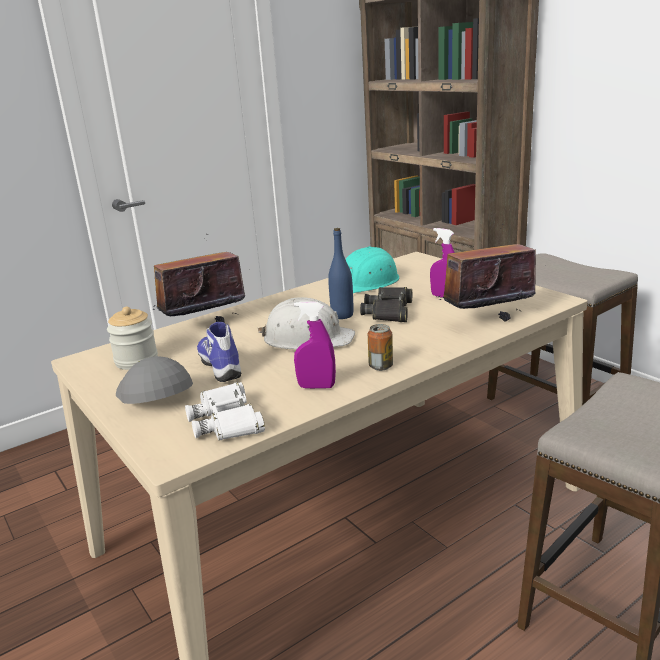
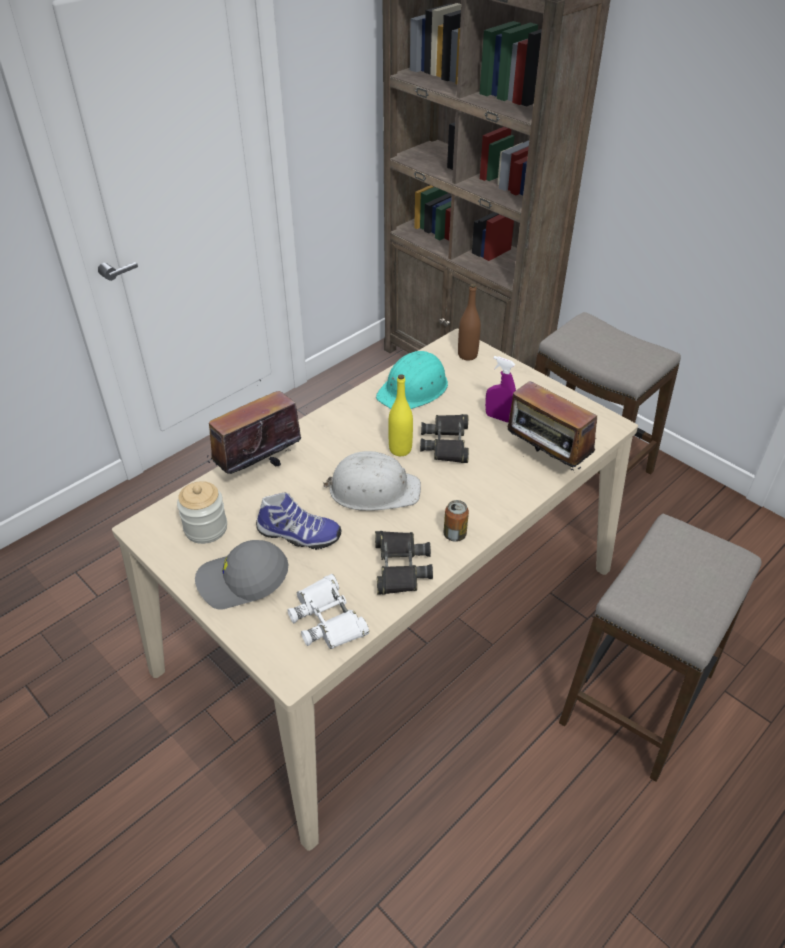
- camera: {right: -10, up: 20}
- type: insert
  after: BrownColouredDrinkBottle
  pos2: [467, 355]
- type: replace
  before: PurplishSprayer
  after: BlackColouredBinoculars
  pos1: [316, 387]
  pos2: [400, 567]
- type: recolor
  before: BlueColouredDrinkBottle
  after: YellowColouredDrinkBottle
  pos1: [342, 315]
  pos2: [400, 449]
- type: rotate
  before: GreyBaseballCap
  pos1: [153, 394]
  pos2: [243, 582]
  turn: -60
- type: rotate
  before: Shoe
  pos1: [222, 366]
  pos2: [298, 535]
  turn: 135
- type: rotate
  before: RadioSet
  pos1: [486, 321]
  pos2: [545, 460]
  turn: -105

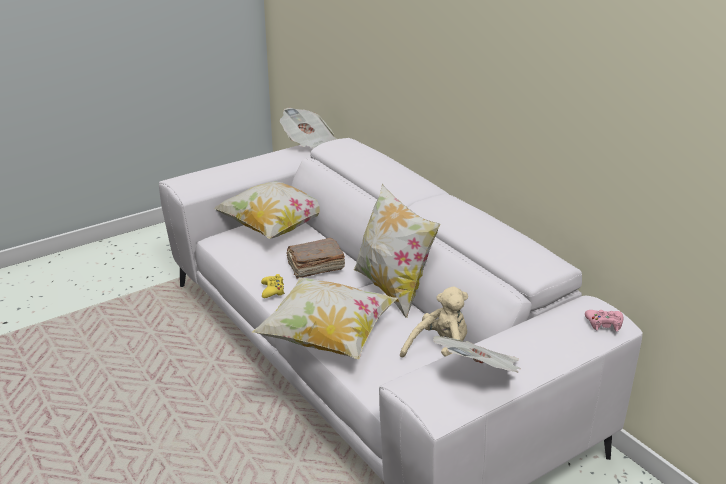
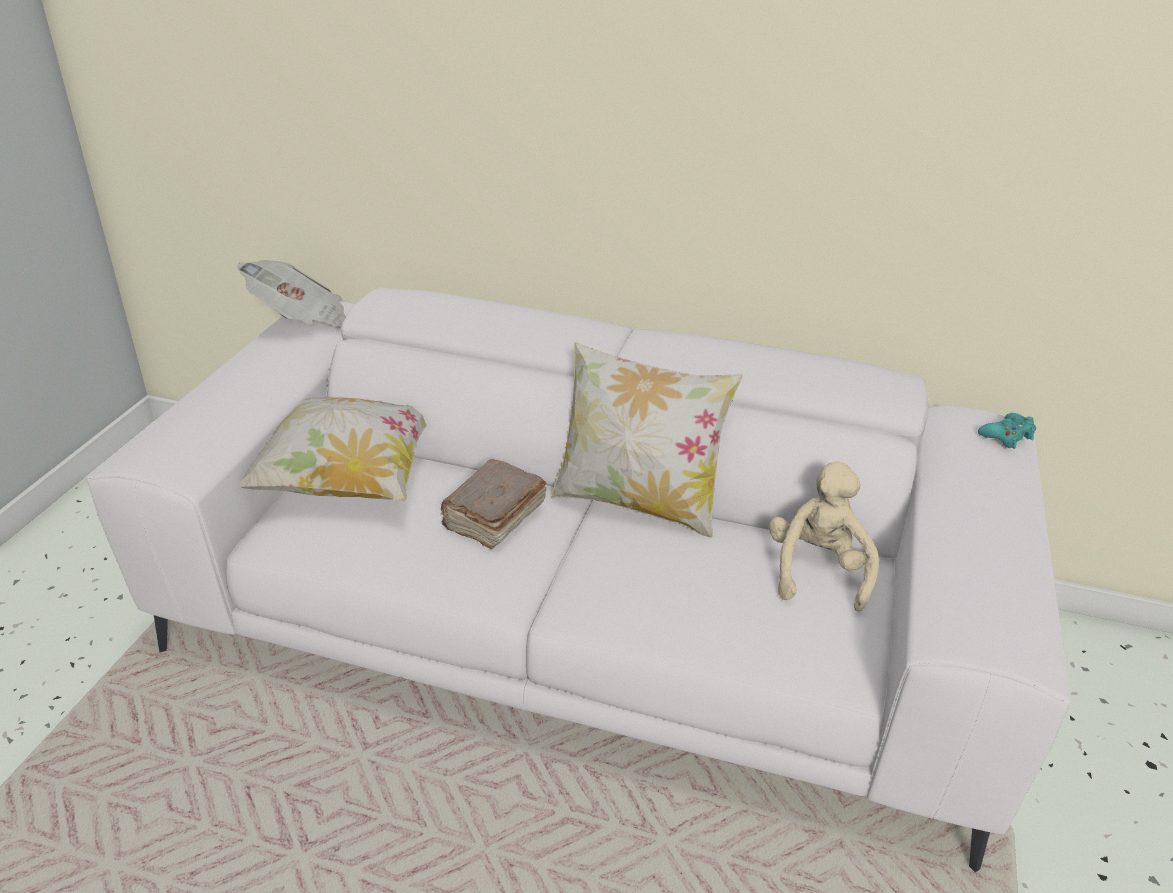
- camera: {right: -40, up: 5}
- type: delete
  before: Cushion
  pos1: [327, 338]
- type: delete
  before: YellowColouredGamepad
  pos1: [273, 290]
- type: delete
  before: PrintedPaper
  pos1: [479, 373]
- type: recolor
  before: PinkGamepad
  after: BlueGreenGamepad
  pos1: [604, 324]
  pos2: [1007, 436]

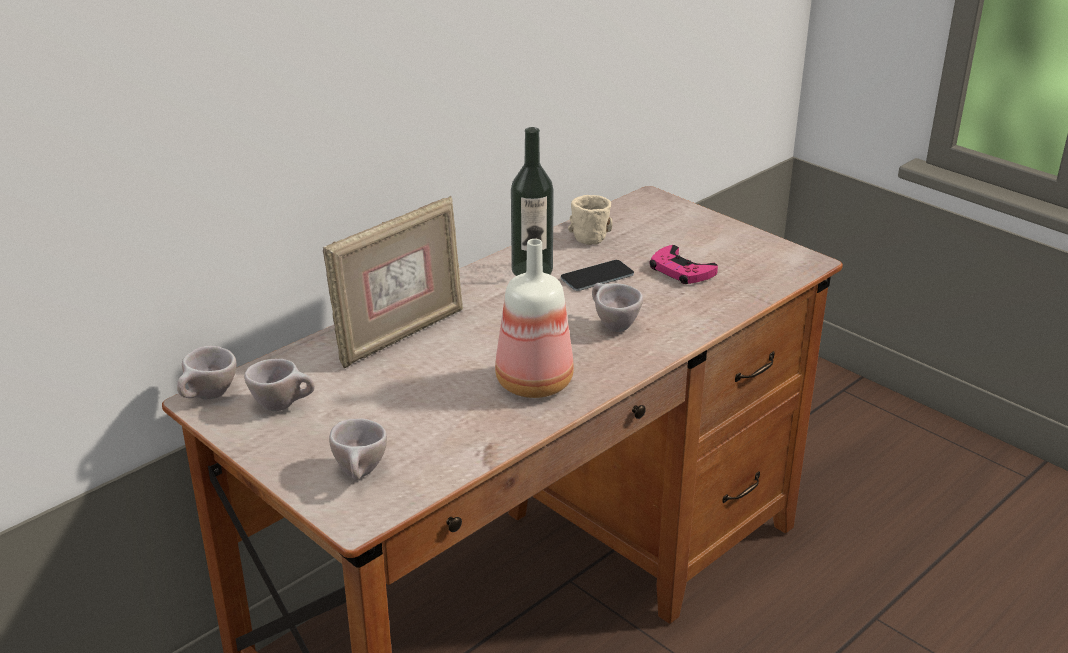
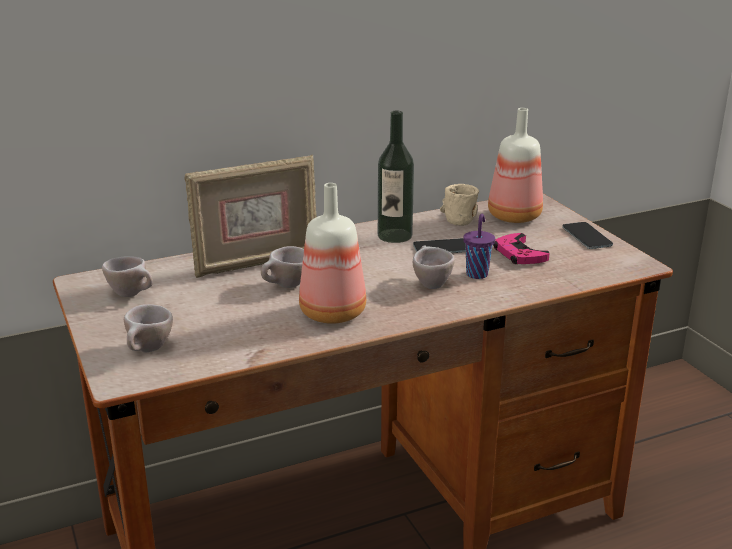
- camera: {right: 20, up: -5}
- type: insert
  after: PurplishDrinkingCup
  pos2: [477, 274]
- type: insert
  after: DrinkBottle
  pos2: [512, 216]
- type: insert
  after: Handset
  pos2: [587, 236]
- type: move
  before: BeigeColouredDrinkingCup
  pos1: [208, 398]
  pos2: [286, 287]

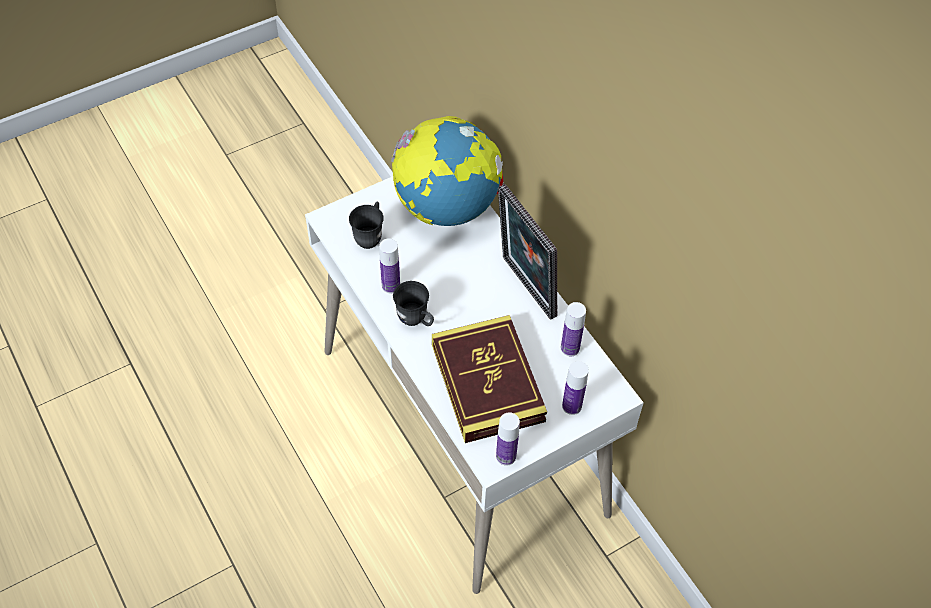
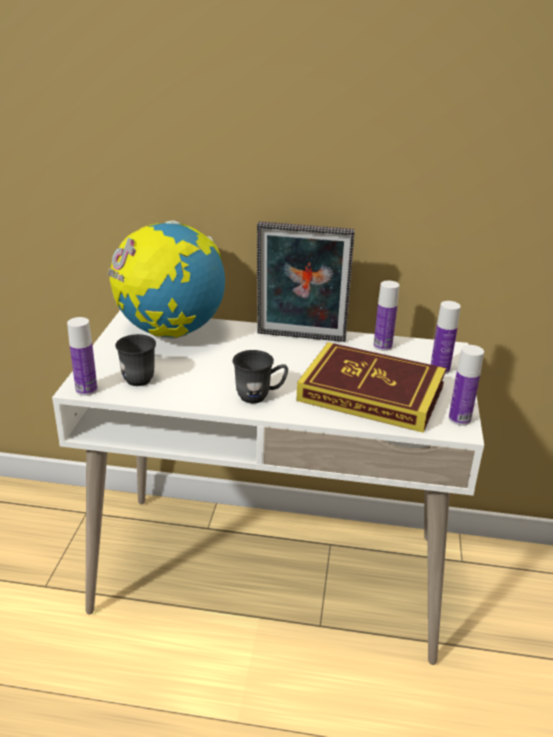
- camera: {right: -50, up: -25}
- type: move
  before: DrinkBottle
  pos1: [391, 286]
  pos2: [86, 390]

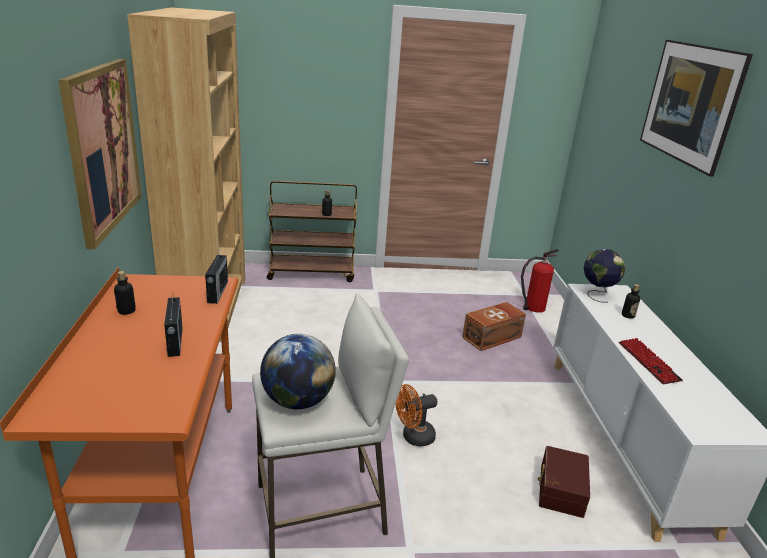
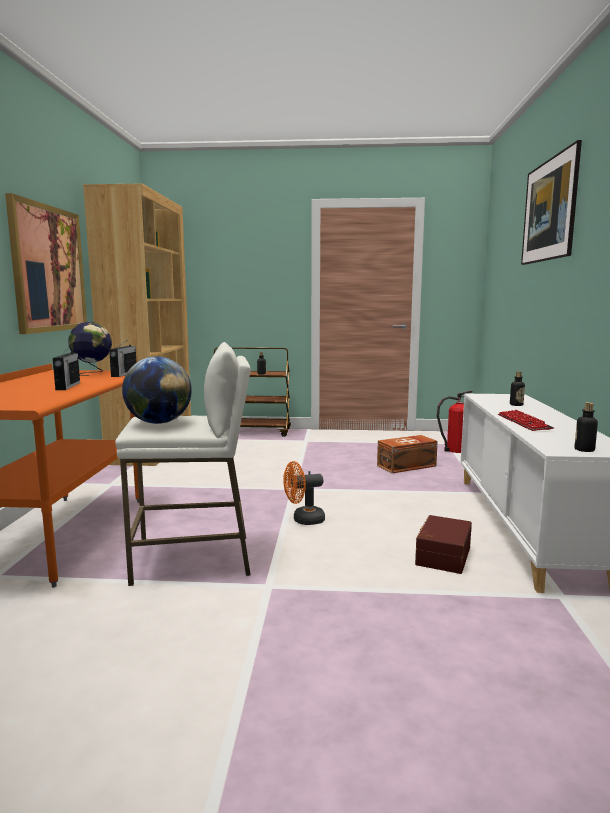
- camera: {right: 10, up: -15}
- type: move
  before: DrinkBottle
  pos1: [126, 311]
  pos2: [584, 450]
- type: move
  before: Globe
  pos1: [597, 294]
  pos2: [92, 373]

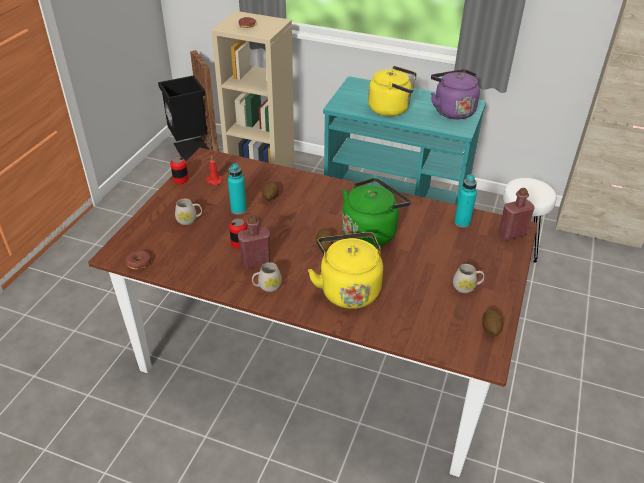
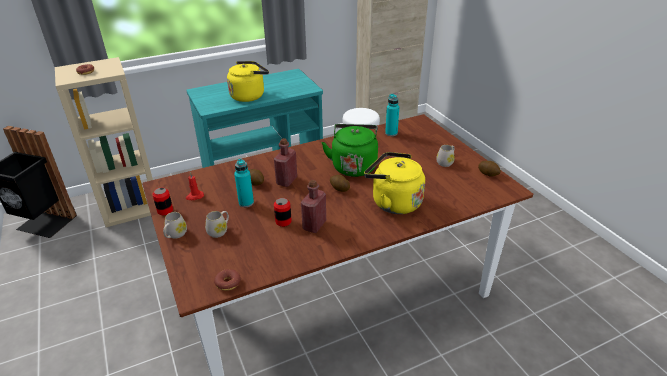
- camera: {right: -45, up: -5}
- type: delete
  before: PurplishWaterKettle
  pos1: [452, 110]
- type: move
  before: WhiteColouredTeaMug
  pos1: [267, 286]
  pos2: [175, 235]
- type: move
  before: RedDrinkBottle
  pos1: [512, 234]
  pos2: [286, 181]

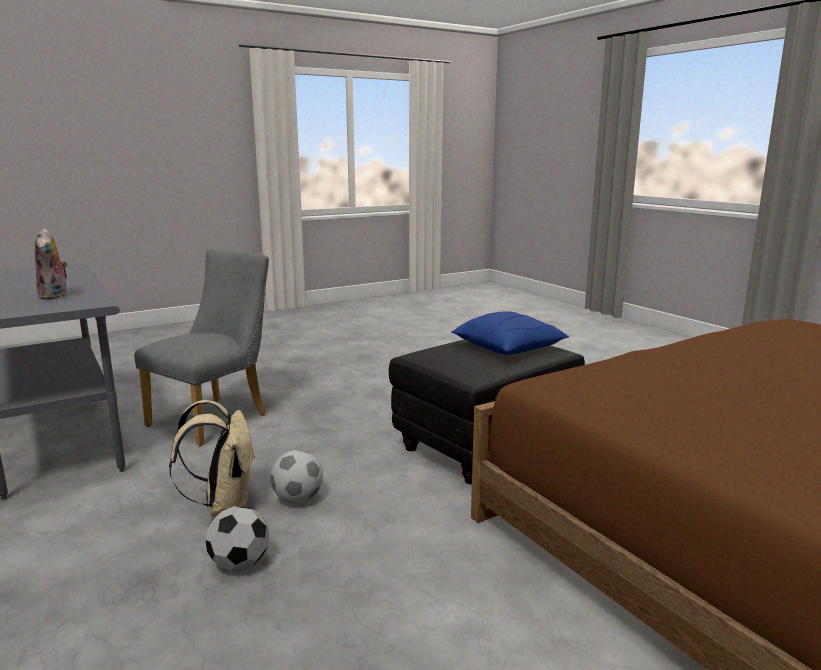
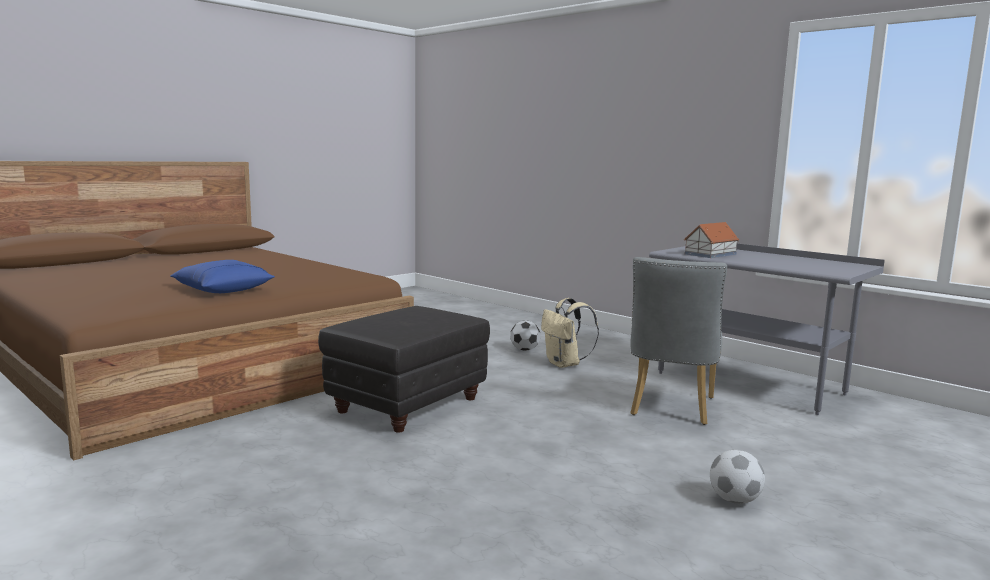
- camera: {right: 165, up: -5}
- type: move
  before: Football
  pos1: [298, 499]
  pos2: [734, 500]
- type: move
  before: BlueColouredCushion
  pos1: [509, 349]
  pos2: [223, 290]
- type: replace
  before: CuddlyToy
  after: ToyHouse
  pos1: [55, 296]
  pos2: [711, 254]

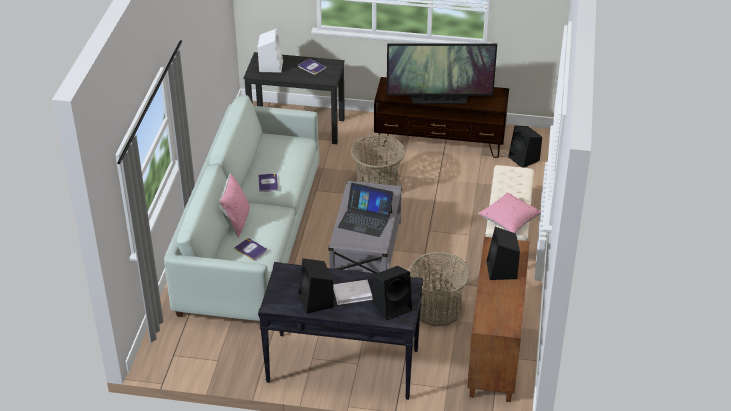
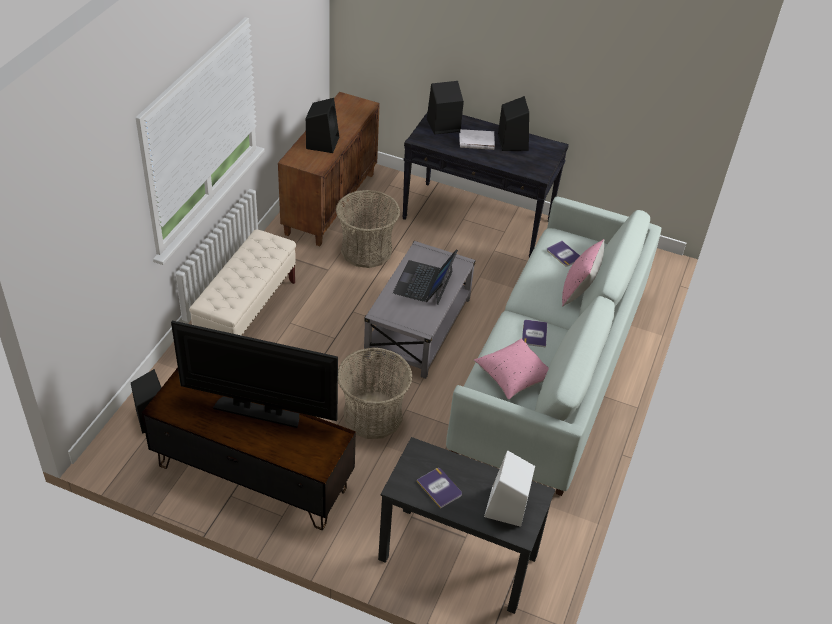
- camera: {right: -170, up: 5}
- type: move
  before: PinkCushion
  pos1: [509, 220]
  pos2: [513, 377]
- type: rotate
  before: PortableComputer
  pos1: [365, 219]
  pos2: [424, 283]
  turn: -105

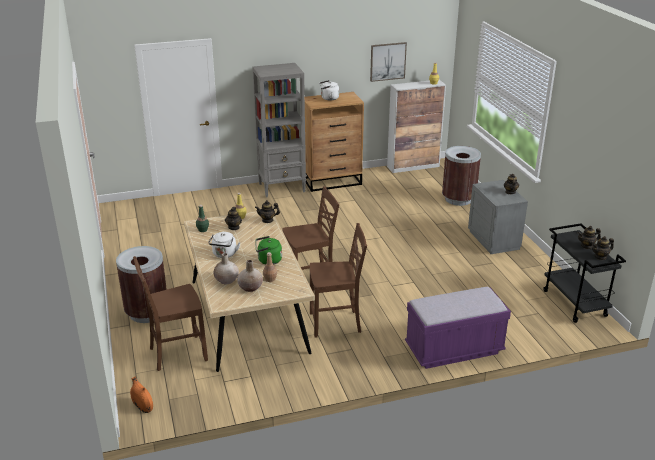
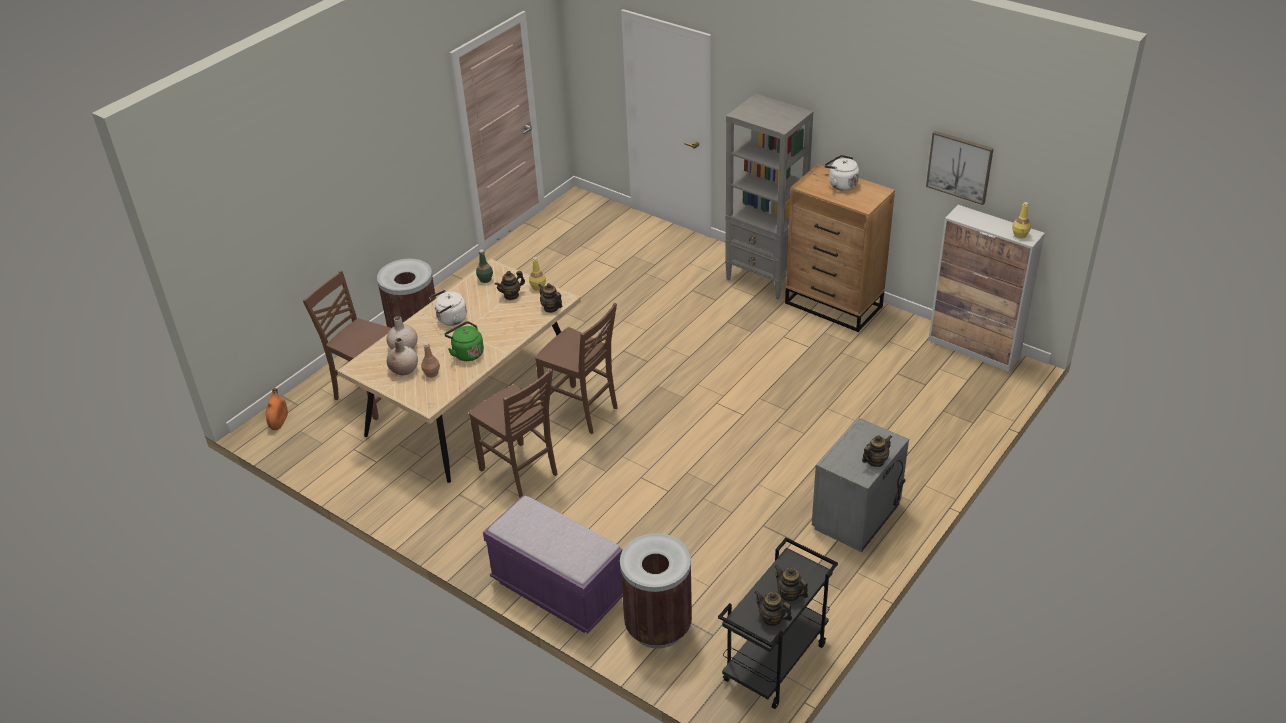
- camera: {right: 55, up: 10}
- type: move
  before: BrownColouredRubbishBin
  pos1: [458, 199]
  pos2: [658, 627]

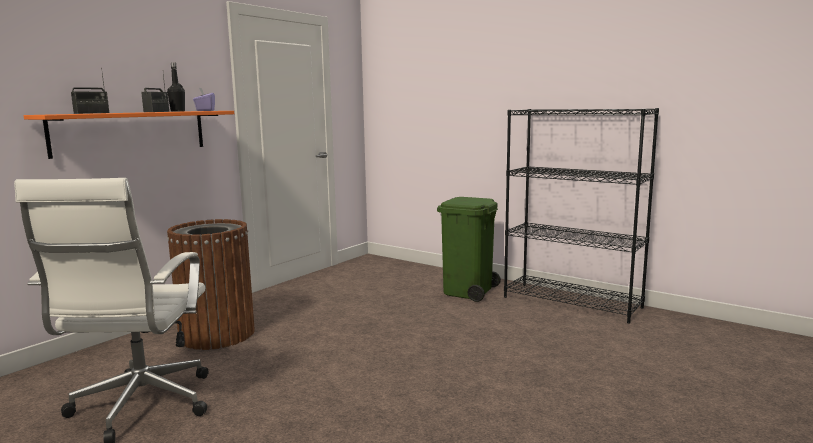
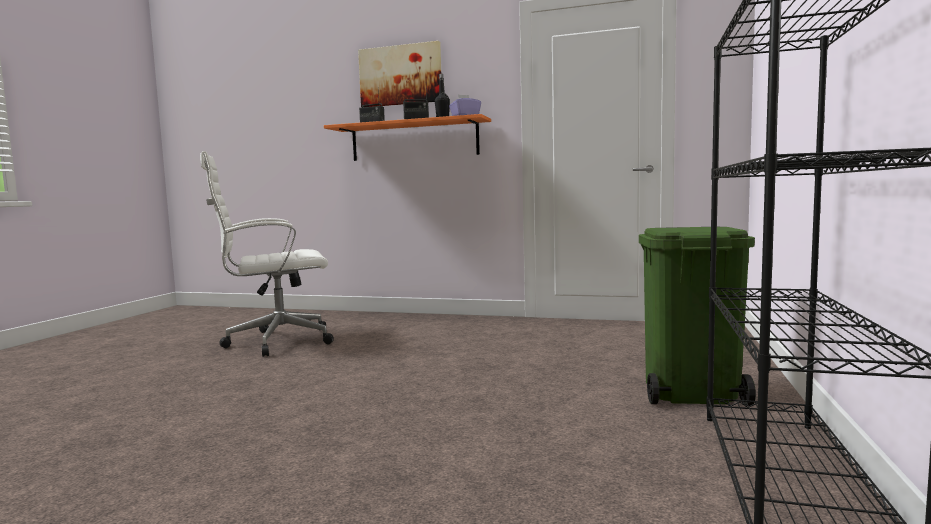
- camera: {right: 70, up: -5}
- type: delete
  before: BrownColouredRubbishBin
  pos1: [217, 334]
- type: insert
  after: Picture
  pos2: [400, 75]

